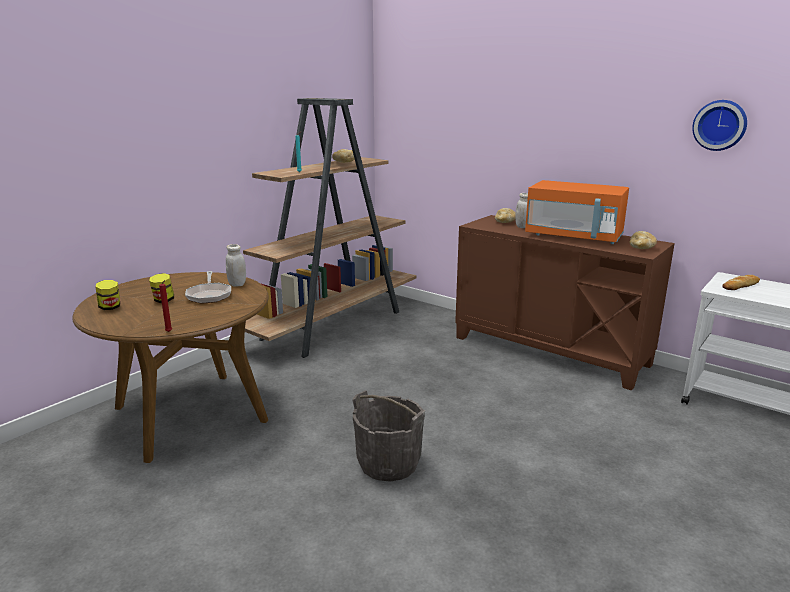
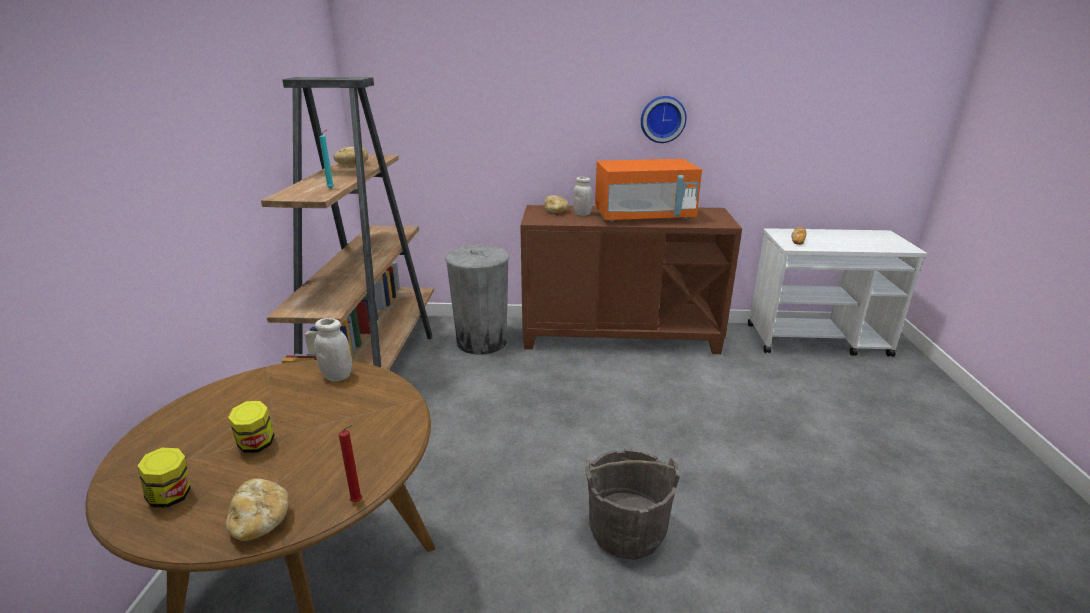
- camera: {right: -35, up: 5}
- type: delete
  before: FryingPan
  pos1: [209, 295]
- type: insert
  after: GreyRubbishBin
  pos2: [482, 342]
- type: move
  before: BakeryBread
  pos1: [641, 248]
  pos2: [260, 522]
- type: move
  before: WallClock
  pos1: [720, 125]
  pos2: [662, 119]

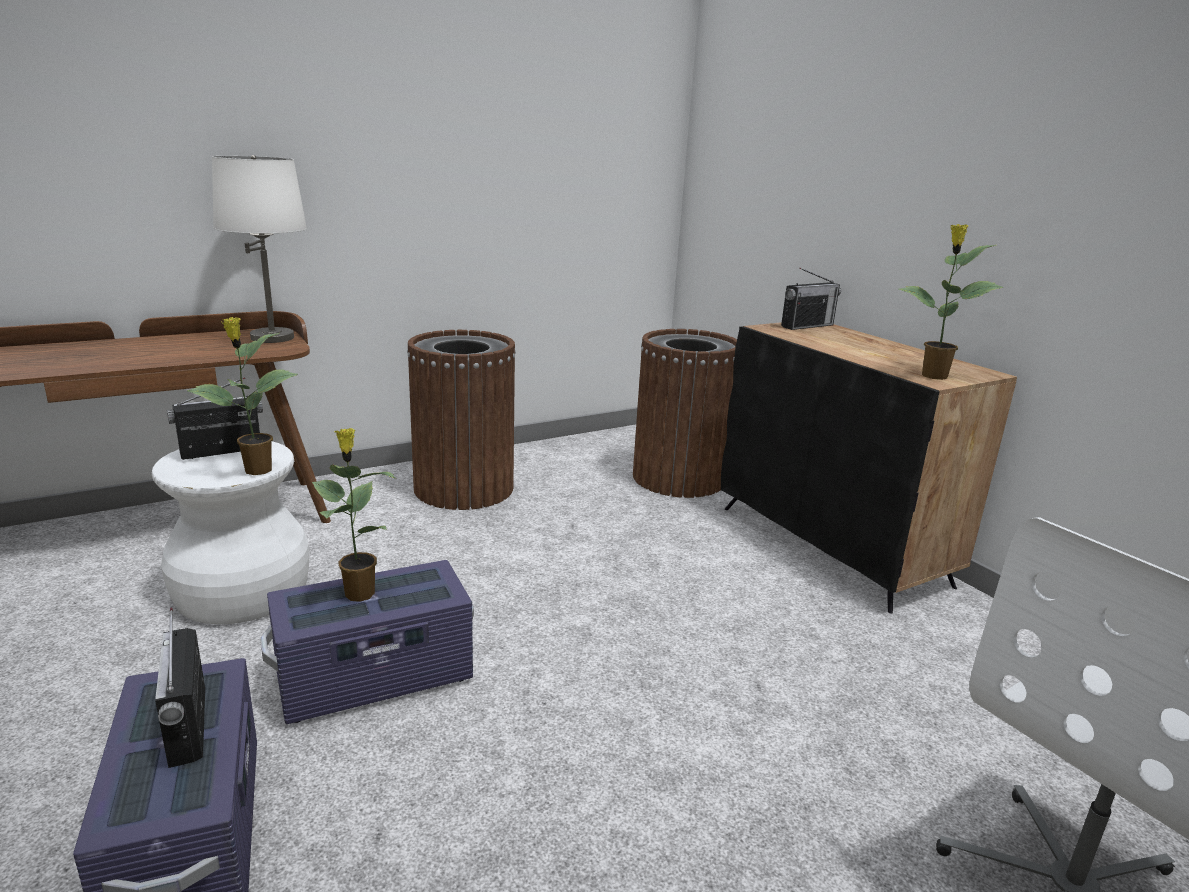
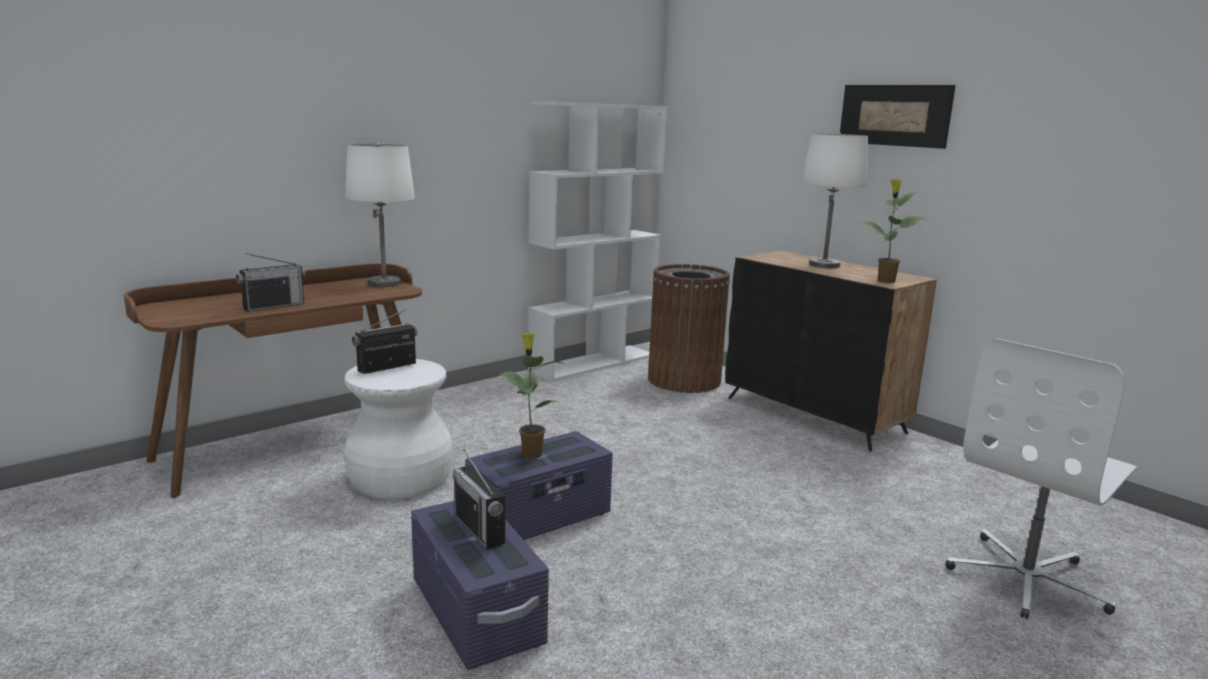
- camera: {right: -10, up: -5}
- type: delete
  before: PottedPlant
  pos1: [256, 470]
- type: delete
  before: BrownColouredRubbishBin
  pos1: [464, 488]
- type: insert
  after: WhiteColouredBookcase
  pos2: [593, 363]
- type: insert
  after: WhiteColouredTabletopLamp
  pos2: [823, 265]
- type: insert
  after: Picture
  pos2: [894, 115]
- type: move
  before: RadioSet
  pos1: [807, 326]
  pos2: [273, 306]

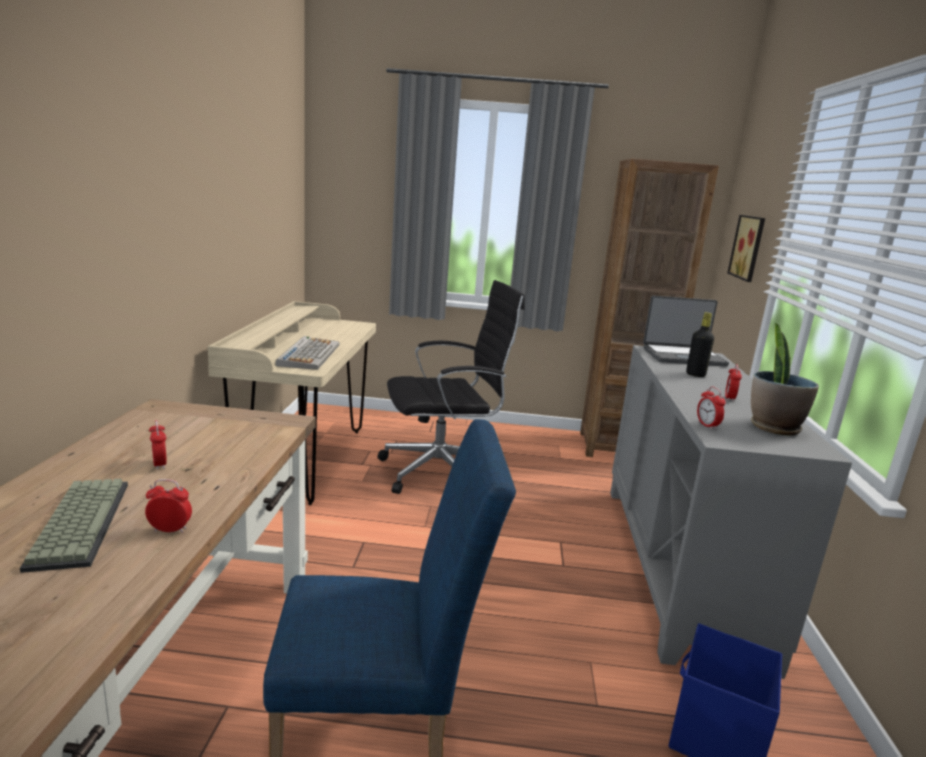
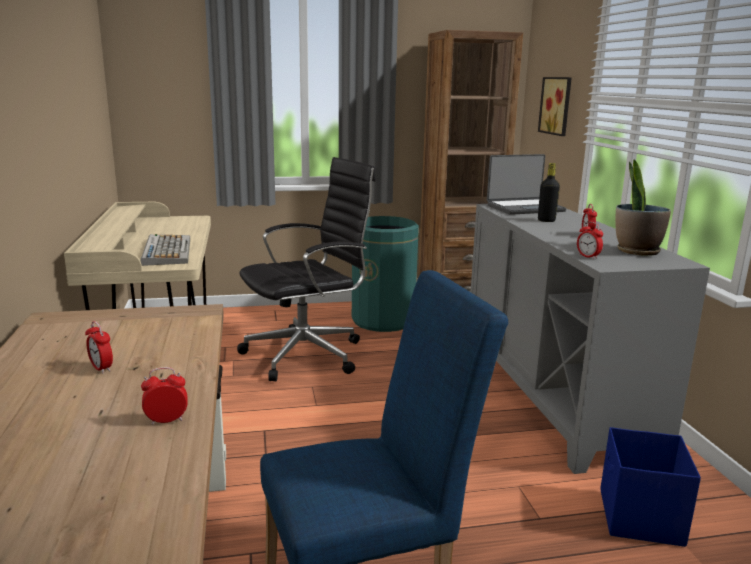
- camera: {right: -15, up: 0}
- type: delete
  before: PcKeyboard
  pos1: [78, 522]
- type: insert
  after: GreenishRubbishBin
  pos2: [383, 320]

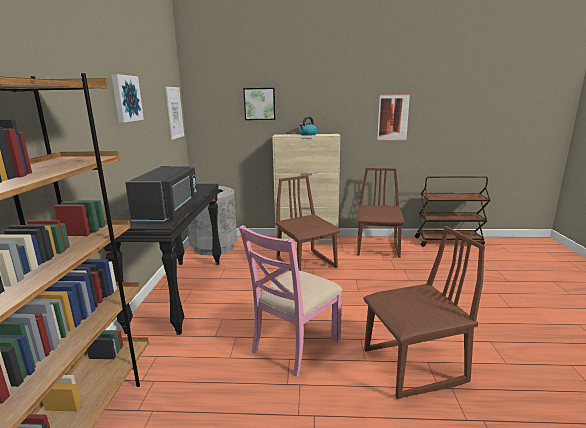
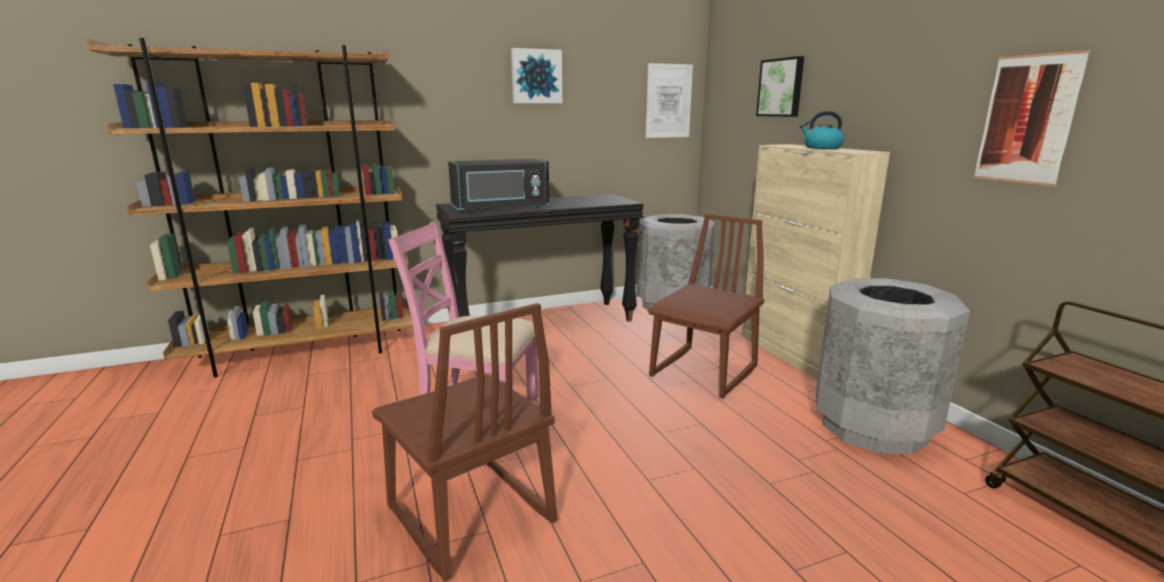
- camera: {right: 65, up: 0}
- type: replace
  before: BrownColouredPlainChair
  after: GreyRubbishBin
  pos1: [378, 248]
  pos2: [873, 427]

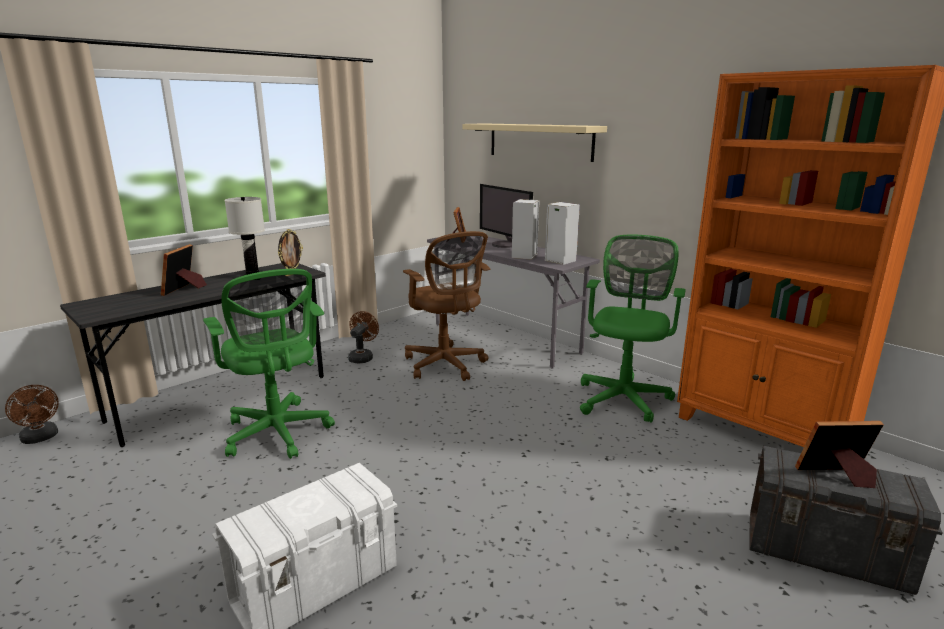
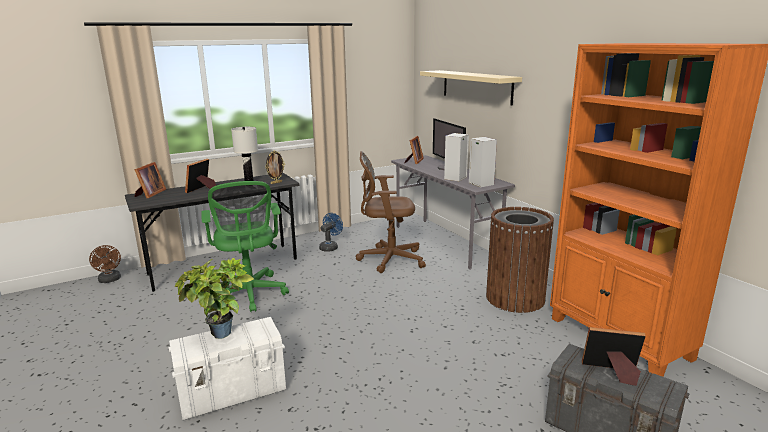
- camera: {right: 15, up: 0}
- type: insert
  after: PictureFrame
  pos2: [150, 194]
- type: insert
  after: PottedPlant
  pos2: [220, 337]
- type: replace
  before: GreenishOfficeChair
  after: BrownColouredRubbishBin
  pos1: [624, 397]
  pos2: [515, 298]
- type: recolor
  before: BrownColouredCoolingFan
  after: BlueColouredCoolingFan
  pos1: [362, 357]
  pos2: [330, 247]
- type: rotate
  before: BrownColouredOfficeChair
  pos1: [446, 365]
  pos2: [388, 259]
  turn: 105

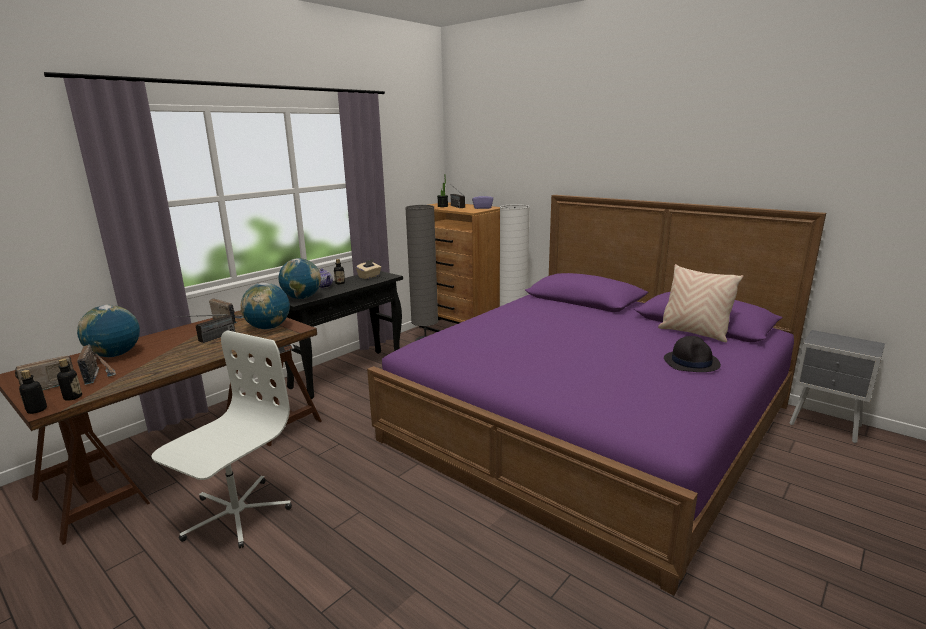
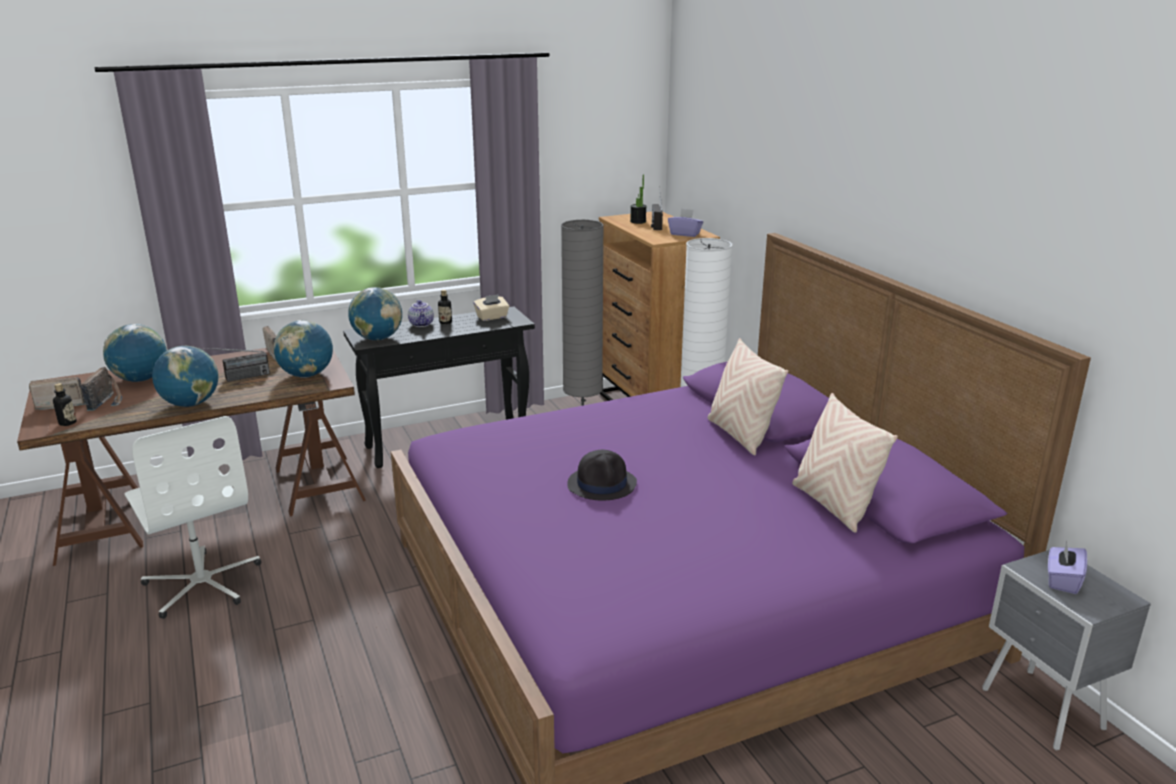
- camera: {right: 25, up: 5}
- type: delete
  before: DrinkBottle
  pos1: [37, 410]
- type: insert
  after: Globe
  pos2: [191, 404]
- type: insert
  after: BeigeColouredCushion
  pos2: [740, 435]
- type: insert
  after: PurplishTissueHolder
  pos2: [1062, 580]
- type: move
  before: BlackColouredWearableHat
  pos1: [691, 362]
  pos2: [602, 484]
- type: rotate
  before: WhiteColouredOfficeChair
  pos1: [235, 514]
  pos2: [203, 583]
  turn: 90

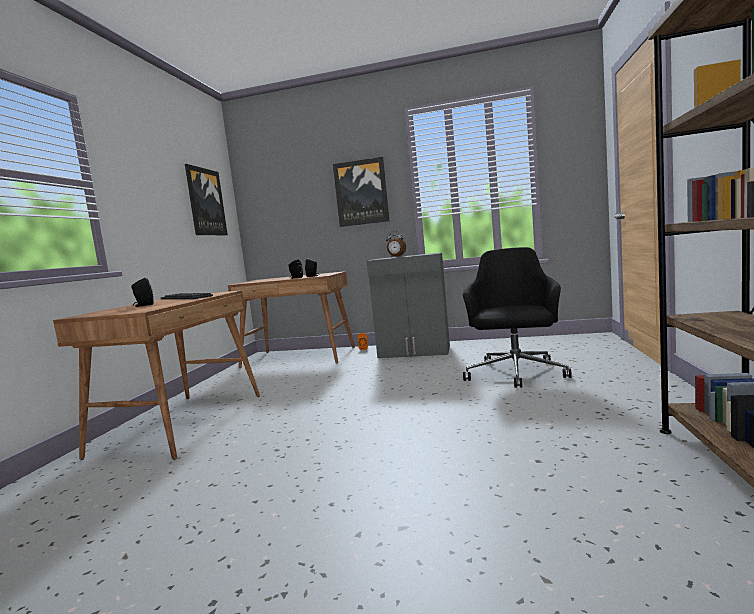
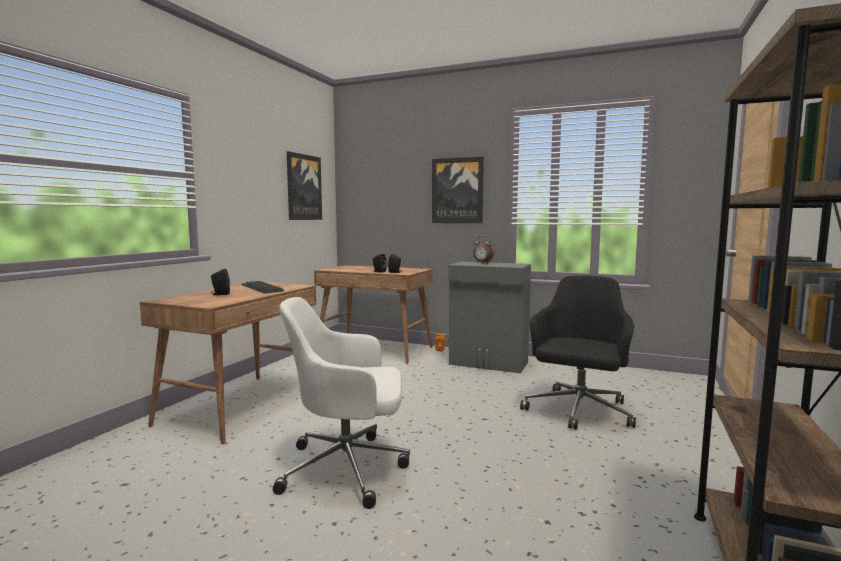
- camera: {right: 10, up: 0}
- type: insert
  after: WhiteColouredOfficeChair
  pos2: [348, 468]

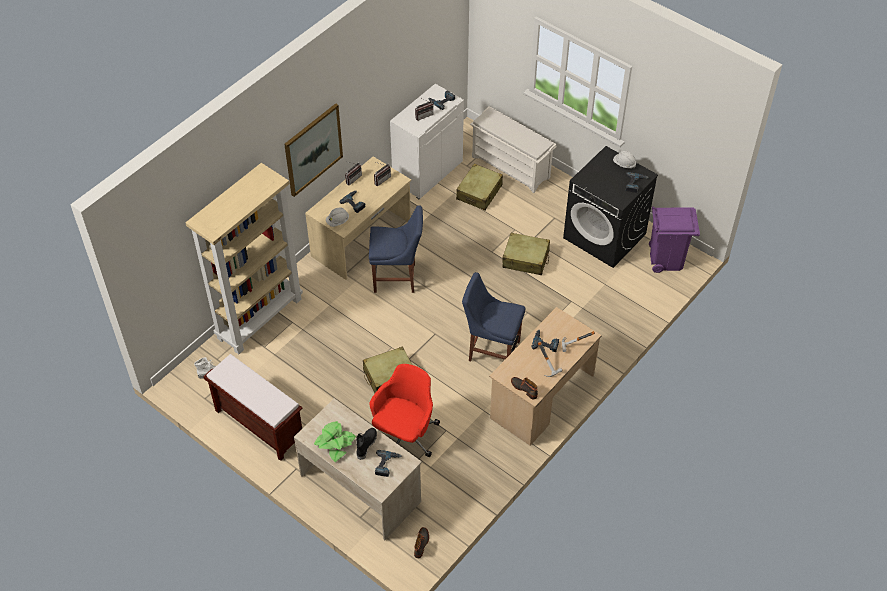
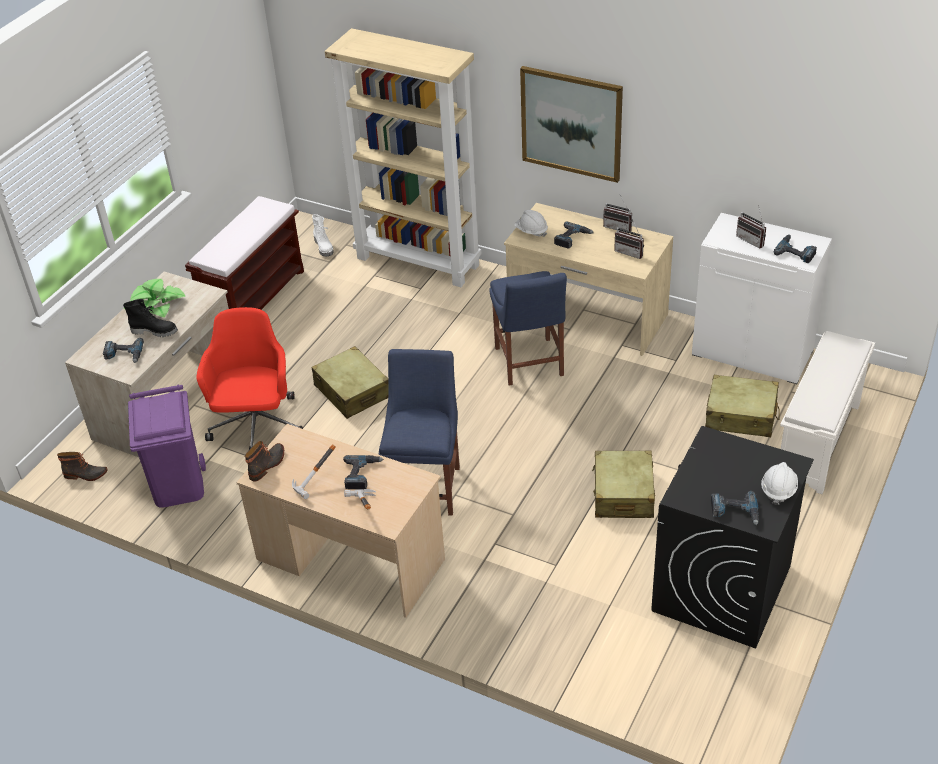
- camera: {right: 80, up: -10}
- type: move
  before: PurplishRubbishBin
  pos1: [666, 259]
  pos2: [179, 486]
- type: rotate
  before: RedOfficeChair
  pos1: [404, 435]
  pos2: [256, 425]
  turn: -105

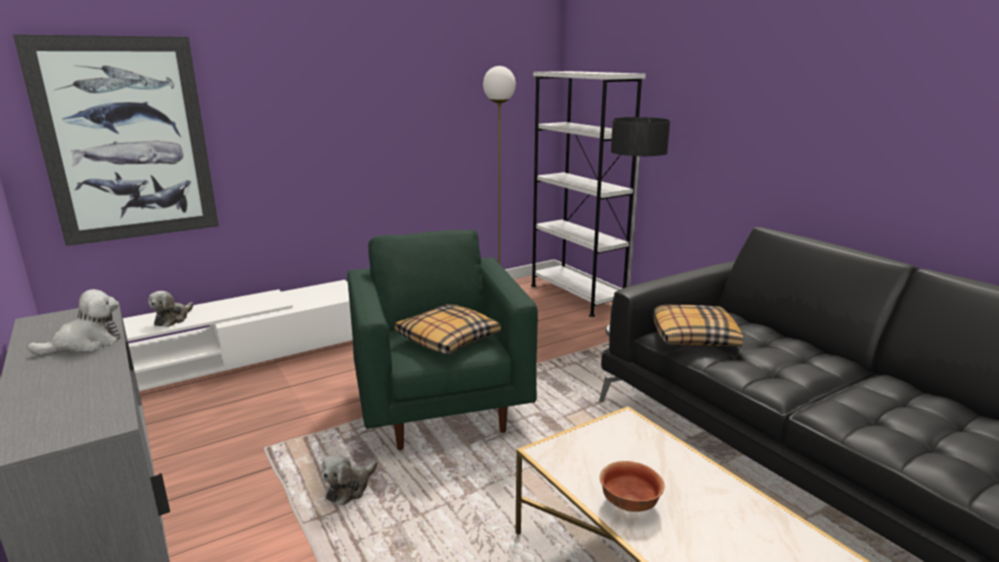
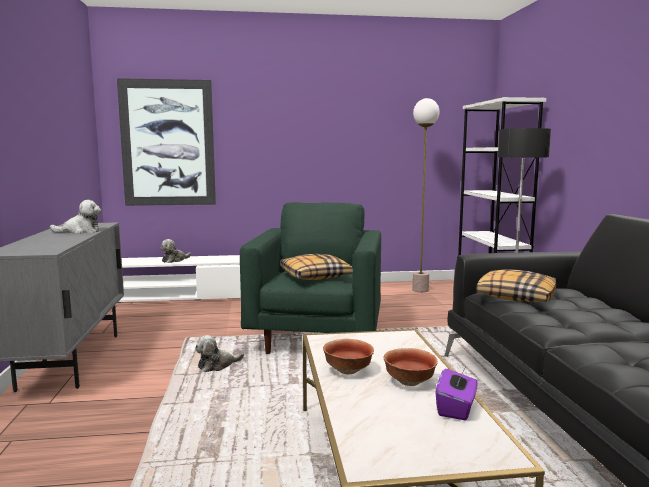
- camera: {right: 25, up: -10}
- type: insert
  after: DeepDish
  pos2: [410, 382]
- type: insert
  after: PurplishTissueHolder
  pos2: [456, 409]

